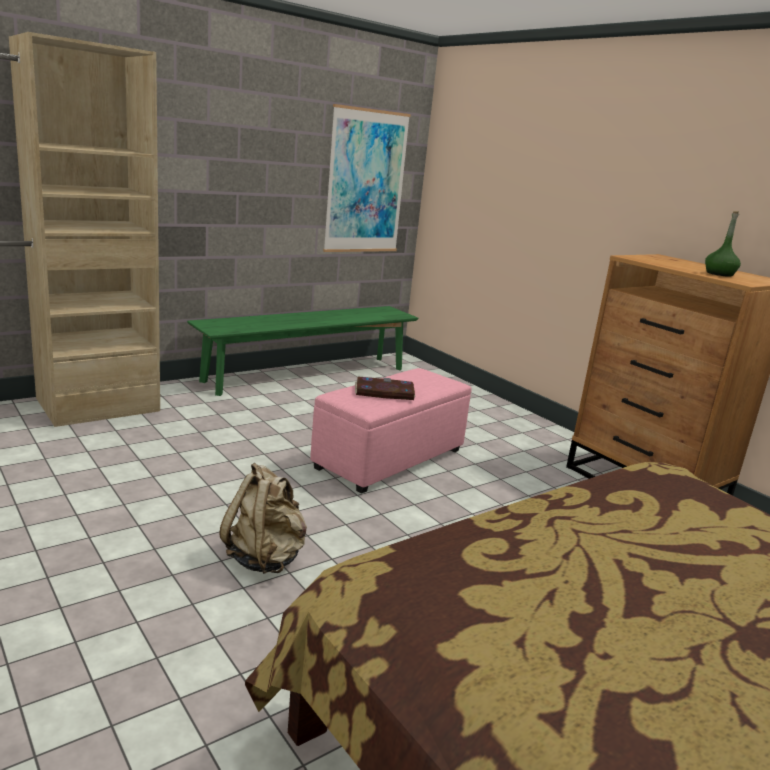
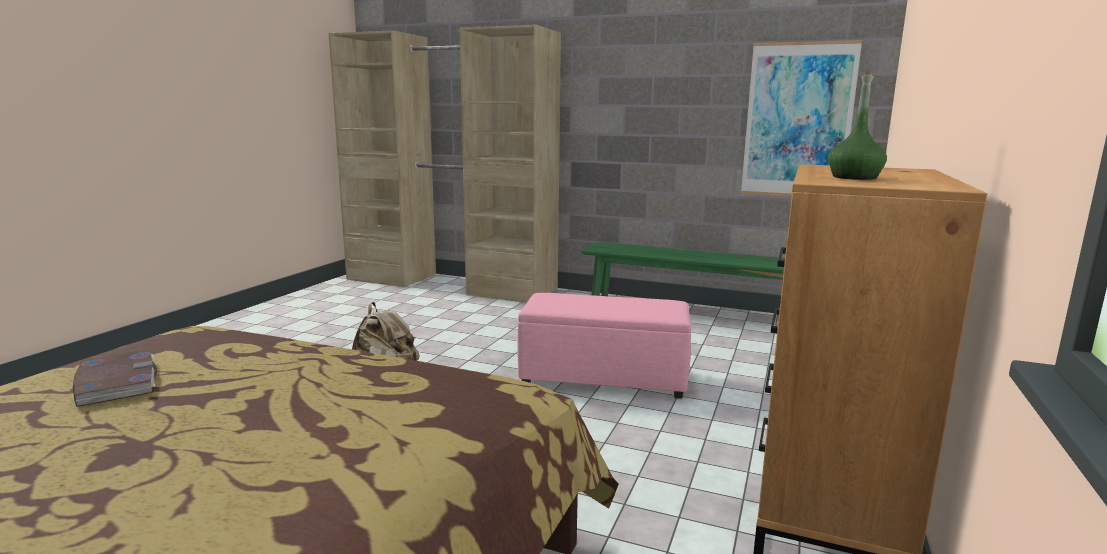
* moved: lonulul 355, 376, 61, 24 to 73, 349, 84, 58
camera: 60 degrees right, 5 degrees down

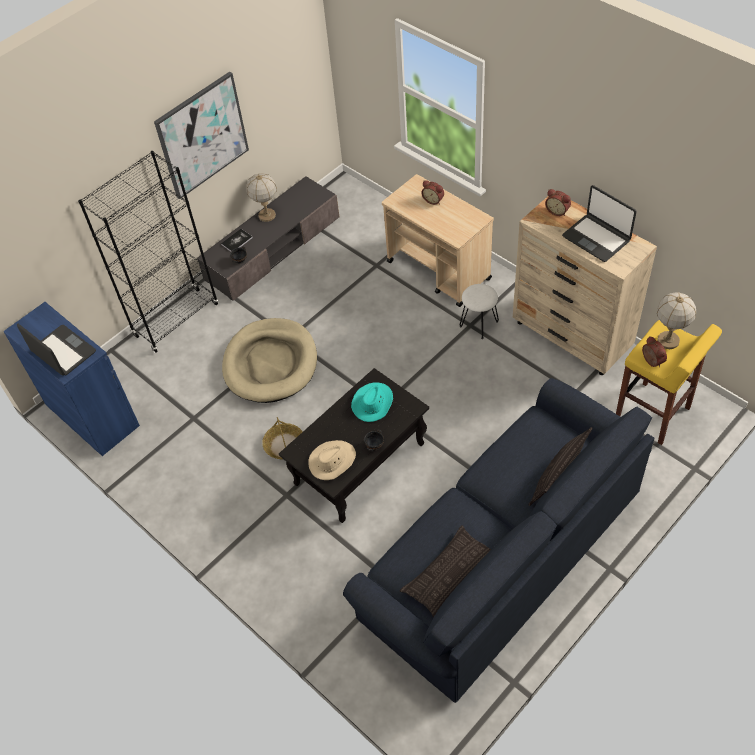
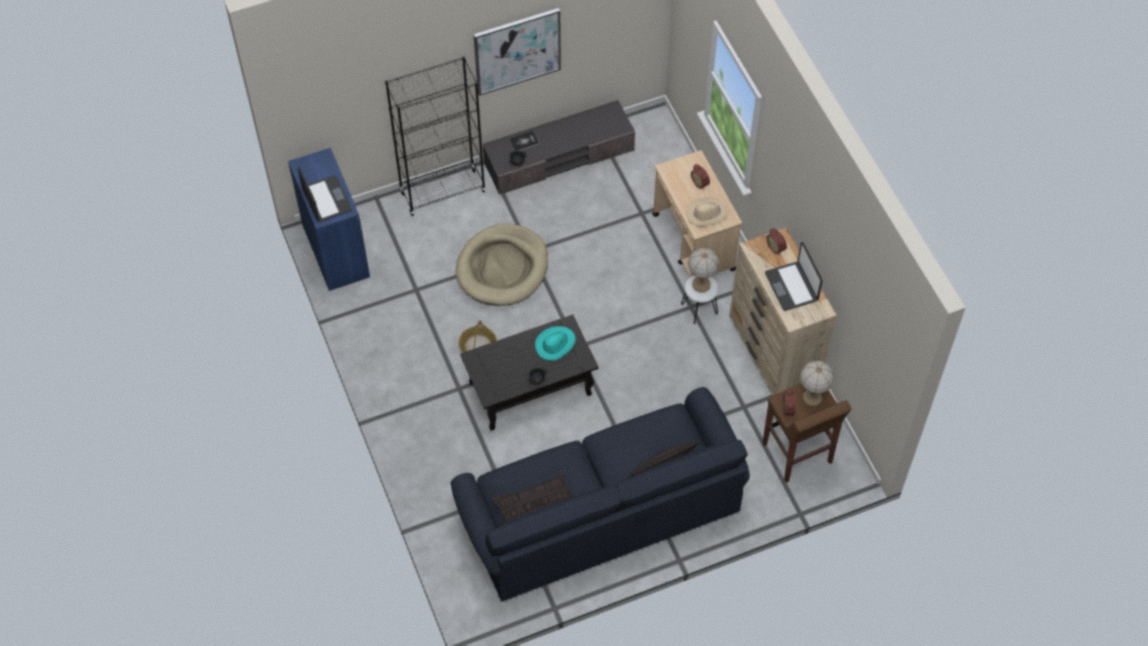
* moved: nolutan 246, 173, 31, 49 to 688, 248, 31, 44
* moved: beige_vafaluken 308, 440, 48, 40 to 687, 197, 41, 30
* recoloured: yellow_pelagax 616, 320, 106, 125 to brown_pelagax 762, 383, 89, 100
camera: 20 degrees right, 5 degrees up

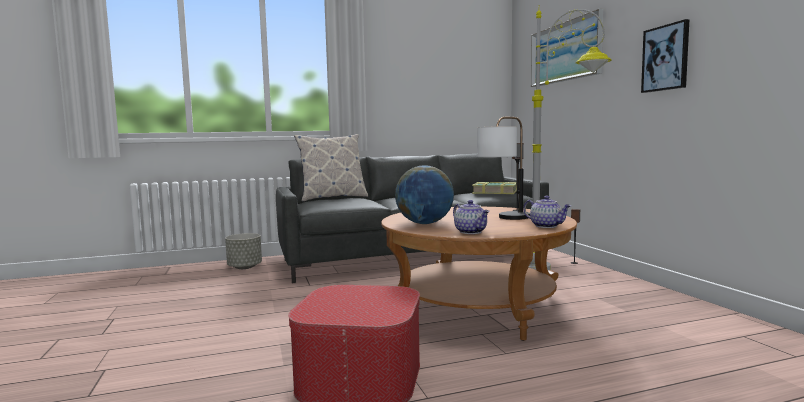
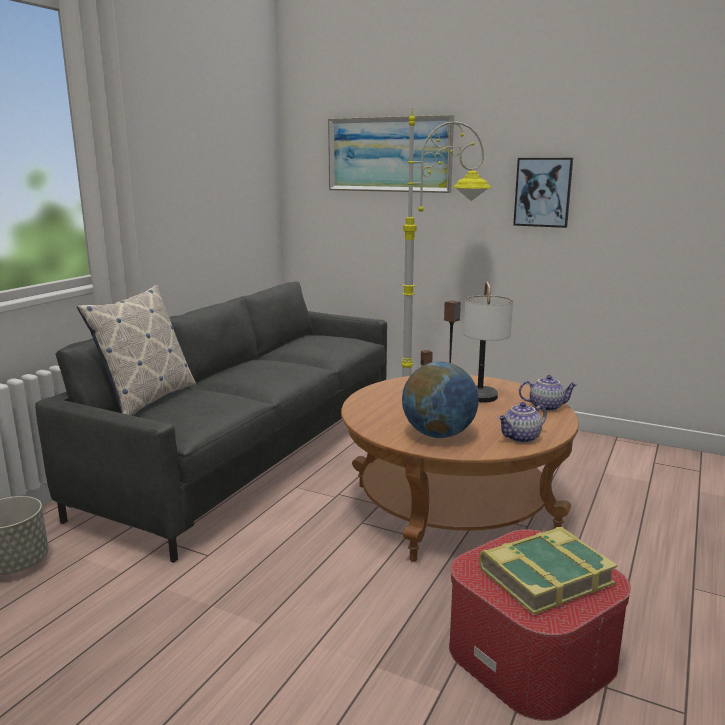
* moved: lonulul 472, 182, 45, 12 to 479, 527, 138, 88
* turned: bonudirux 453, 200, 37, 34 = 498, 402, 49, 41 135 degrees clockwise
camera: 45 degrees left, 10 degrees up

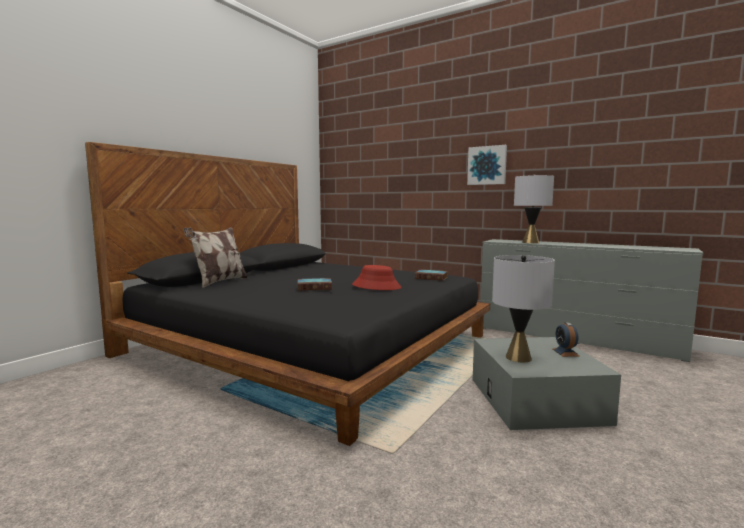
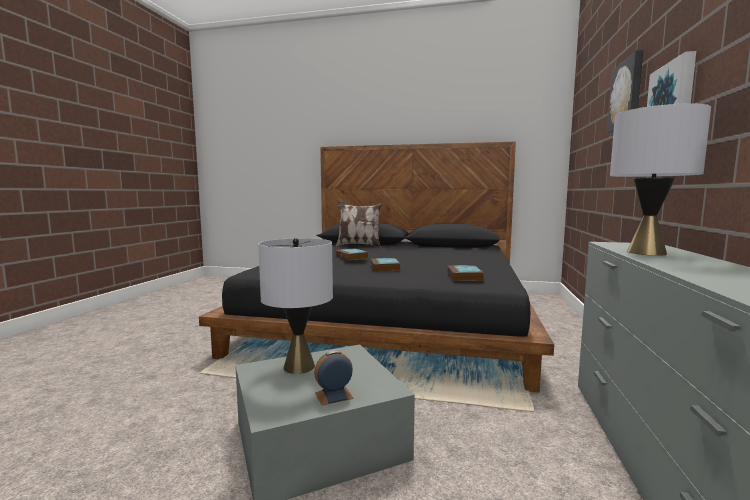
* added: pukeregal 607, 50, 36, 83
* replaced: red_vafaluken 352, 265, 50, 25 to lonulul 371, 258, 30, 14
camera: 70 degrees right, 0 degrees up

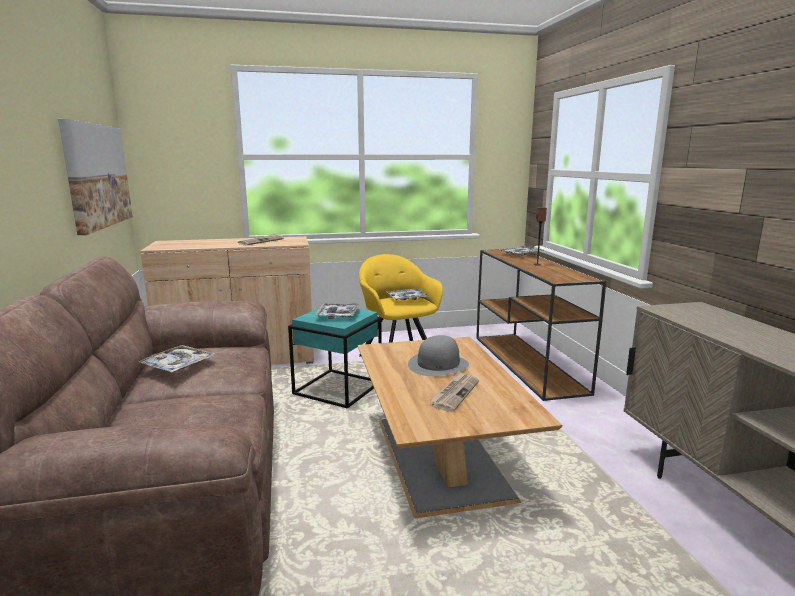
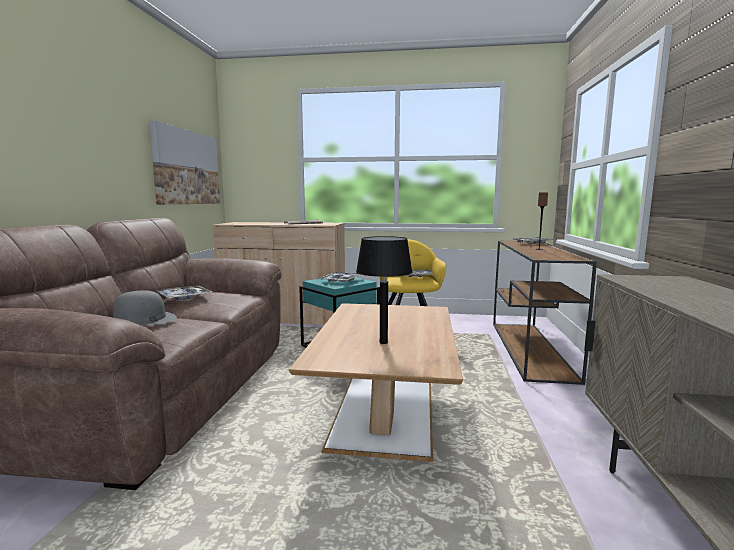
* moved: grey_vafaluken 408, 335, 61, 41 to 113, 291, 64, 35
* replaced: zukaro 429, 371, 50, 41 to black_nolutan 356, 236, 57, 108
camera: 20 degrees right, 5 degrees down

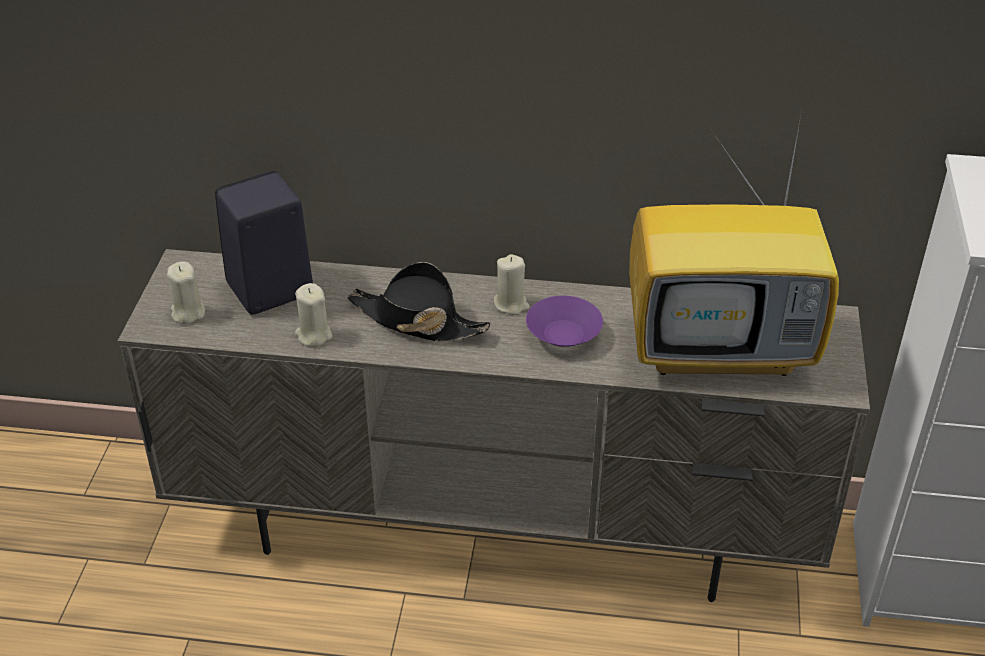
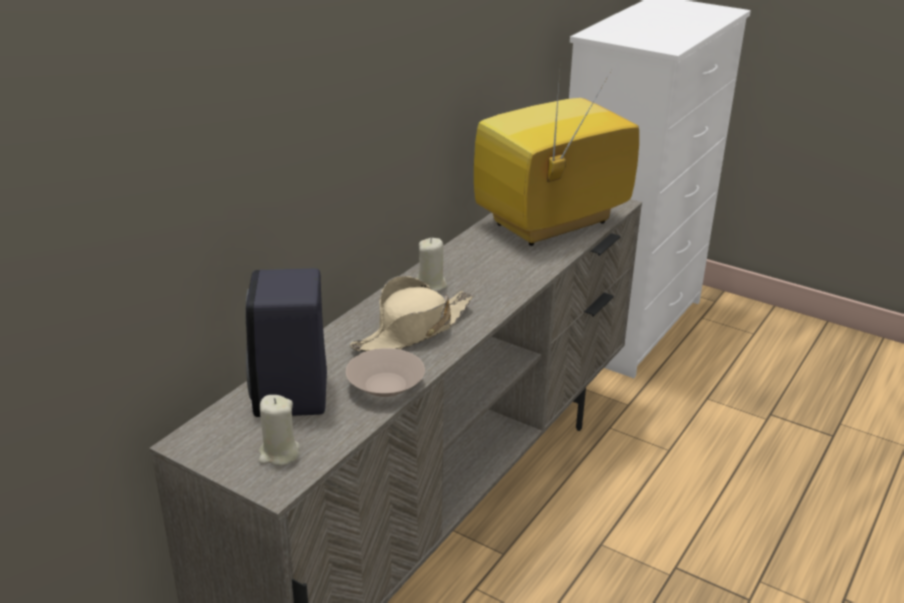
* removed: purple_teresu 526, 296, 77, 51
* replaced: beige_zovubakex 295, 283, 38, 64 to beige_teresu 346, 348, 79, 49
* recoloured: black_vafaluken 348, 262, 143, 80 to beige_vafaluken 350, 276, 123, 76
* turned: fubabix 629, 110, 210, 266 = 474, 60, 165, 186 150 degrees counterclockwise
camera: 65 degrees left, 10 degrees down

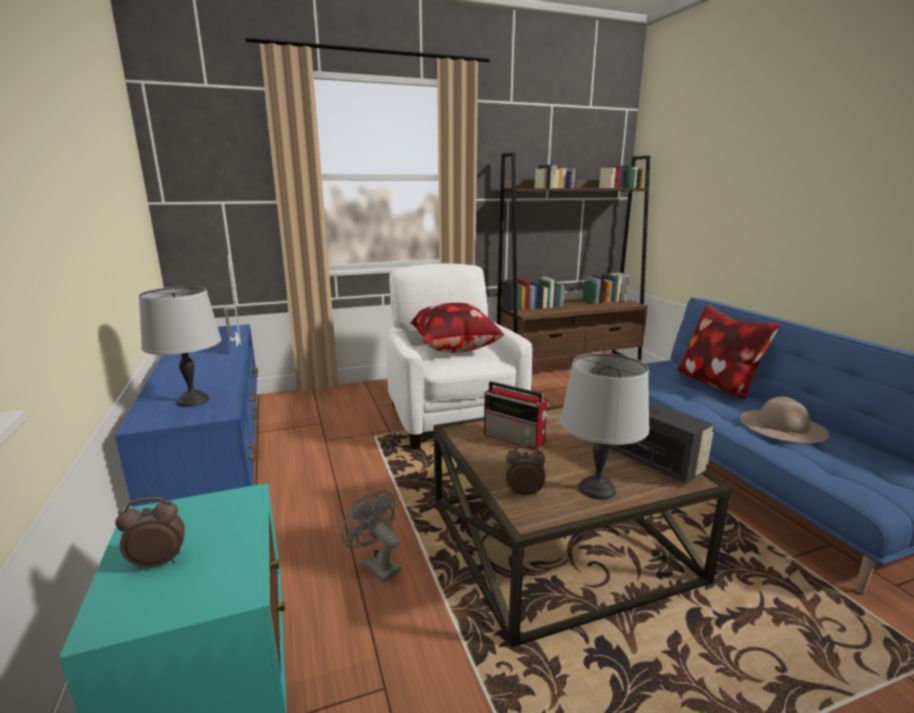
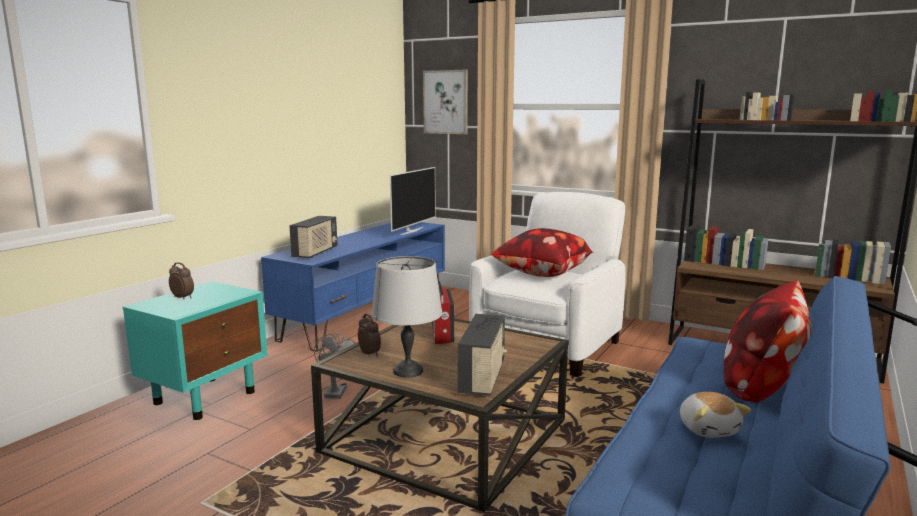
* added: pukeregal 423, 70, 45, 64
* replaced: grey_nolutan 139, 286, 82, 121 to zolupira 289, 216, 48, 42
* replaced: beige_vafaluken 740, 397, 89, 47 to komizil 680, 392, 71, 46
camera: 50 degrees right, 5 degrees down

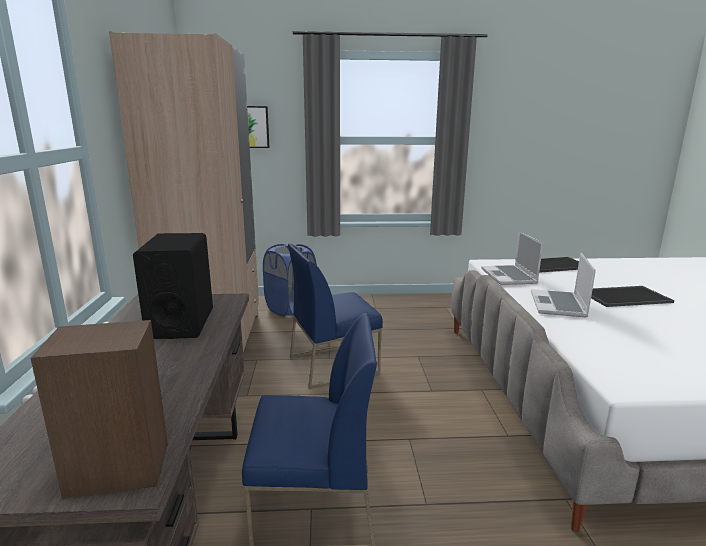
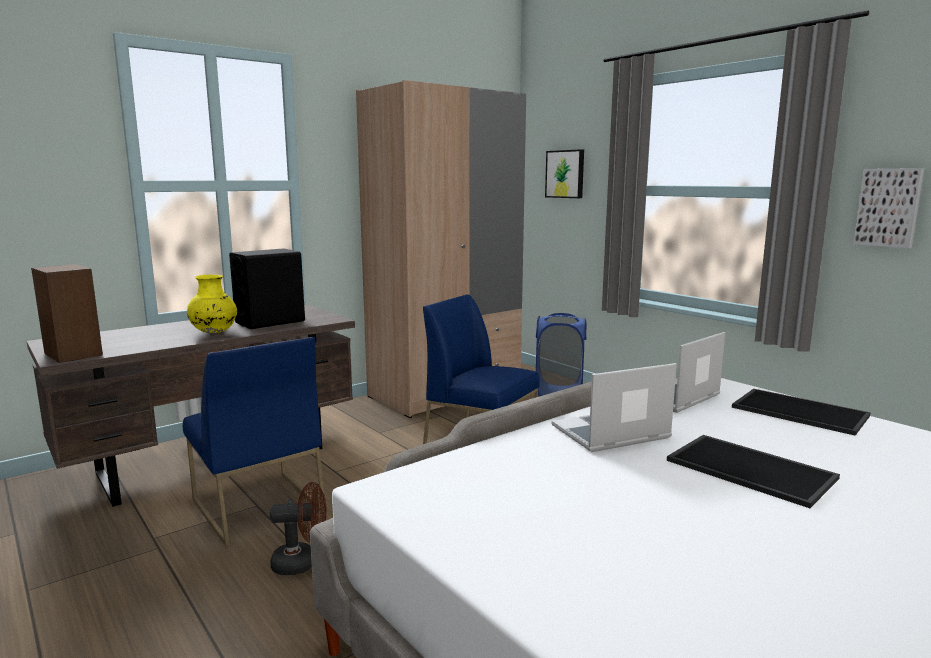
* added: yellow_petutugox 187, 275, 50, 58
* added: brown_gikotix 270, 482, 57, 93
* added: pukeregal 853, 168, 71, 80
camera: 55 degrees right, 5 degrees down

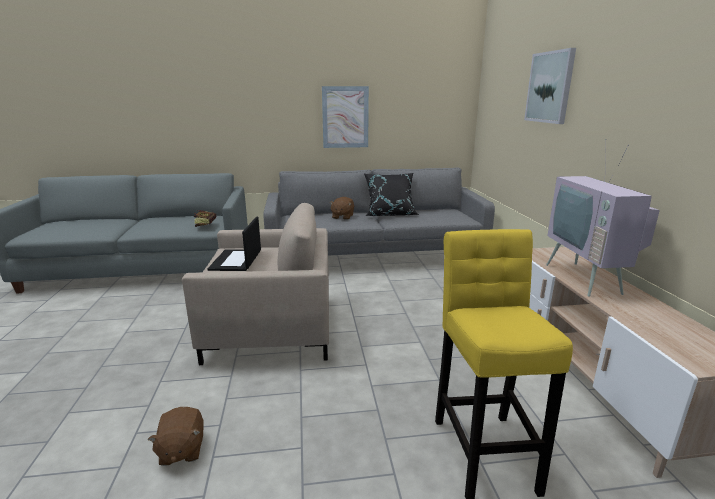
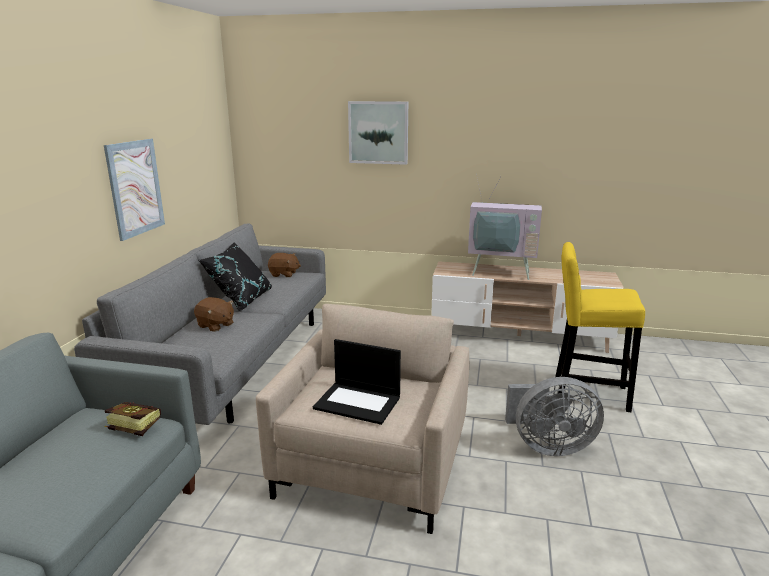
* added: grey_gikotix 505, 377, 99, 79
* moved: brown_komizil 148, 407, 55, 59 to 268, 253, 33, 24
camera: 70 degrees left, 0 degrees up

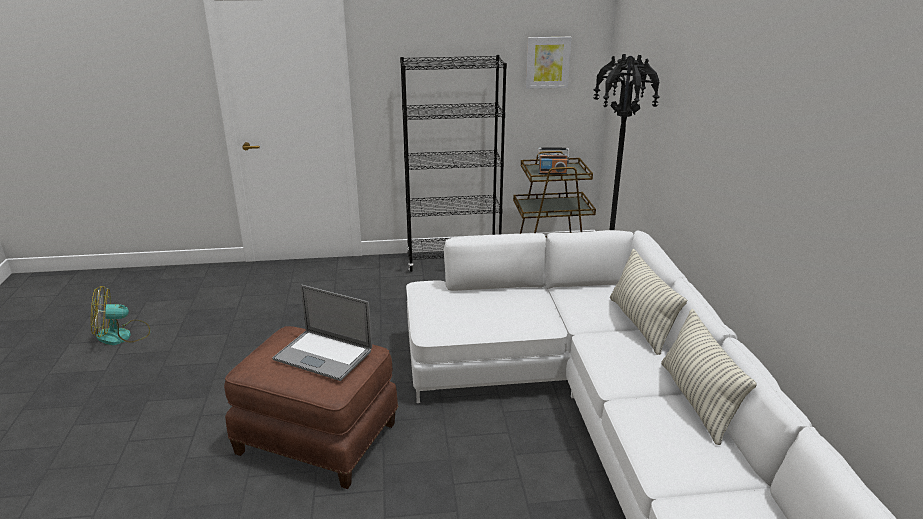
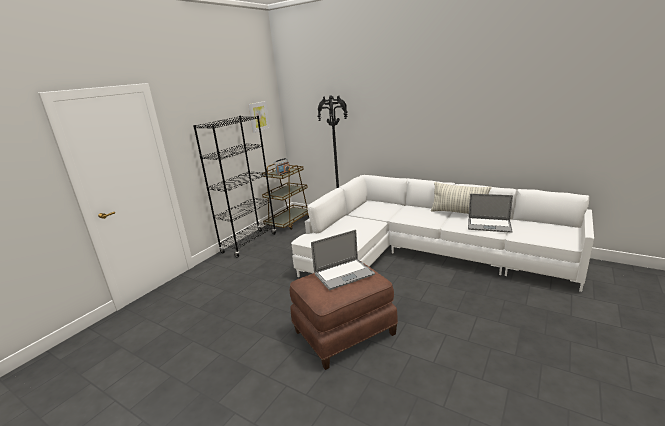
* removed: gikotix 91, 286, 59, 59
* removed: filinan 610, 249, 77, 106
* added: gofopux 468, 193, 45, 40
camera: 50 degrees left, 5 degrees down

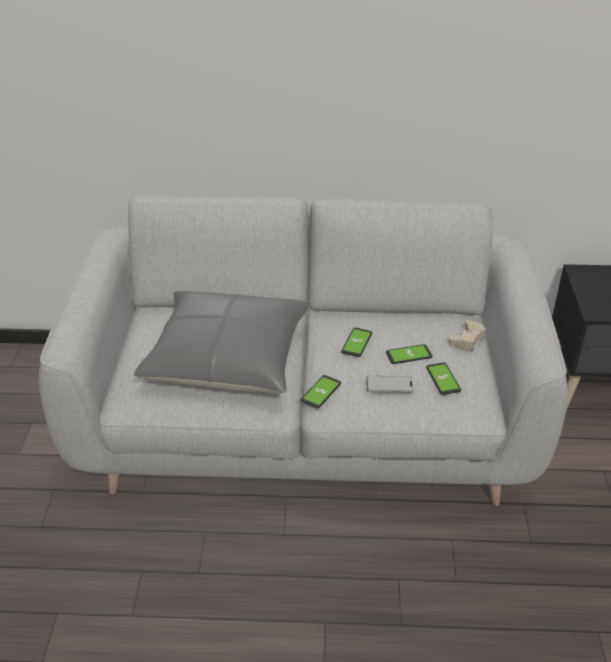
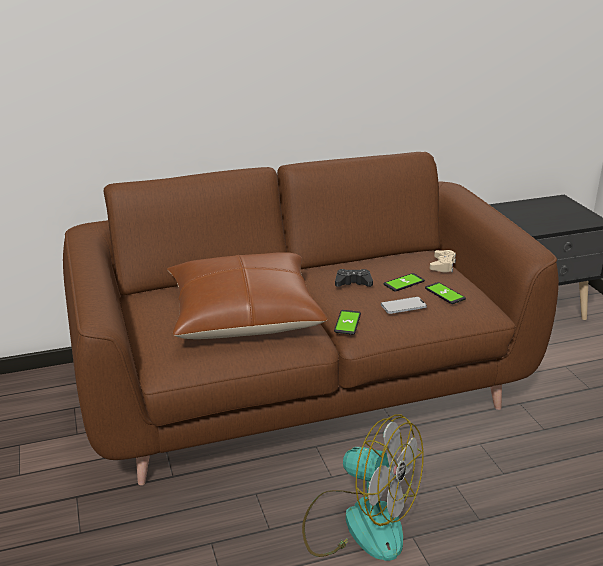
* added: gikotix 302, 414, 122, 147
* replaced: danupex 341, 328, 31, 29 to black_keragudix 335, 269, 38, 18
* recoloured: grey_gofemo 39, 196, 529, 310 to brown_gofemo 63, 152, 496, 333
* recoloured: grey_filinan 134, 291, 176, 103 to brown_filinan 167, 252, 161, 87
camera: 20 degrees left, 10 degrees down

